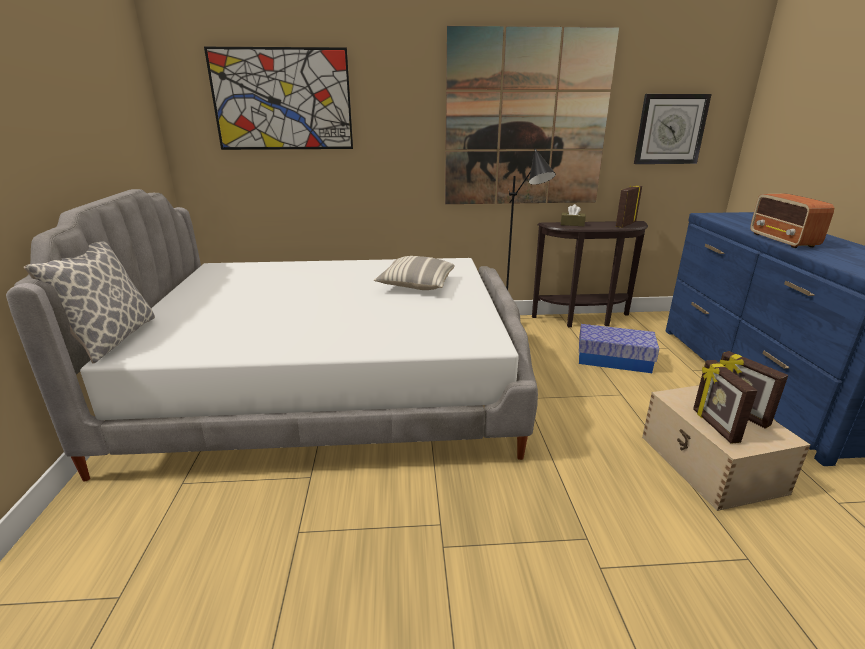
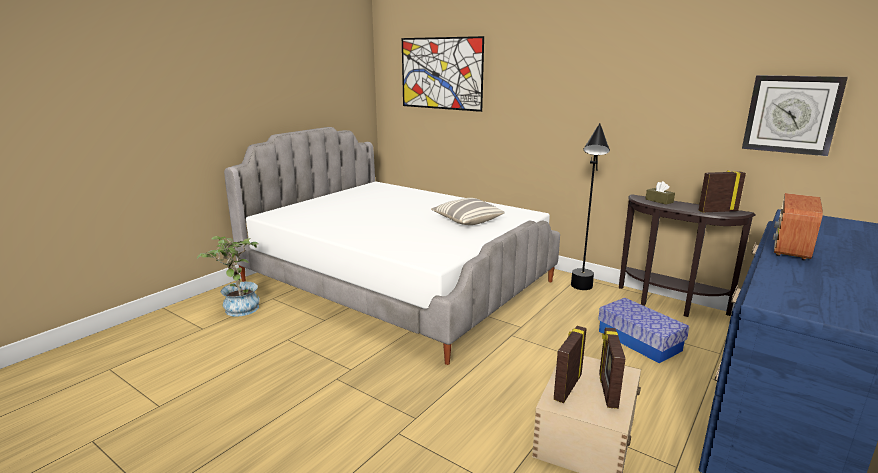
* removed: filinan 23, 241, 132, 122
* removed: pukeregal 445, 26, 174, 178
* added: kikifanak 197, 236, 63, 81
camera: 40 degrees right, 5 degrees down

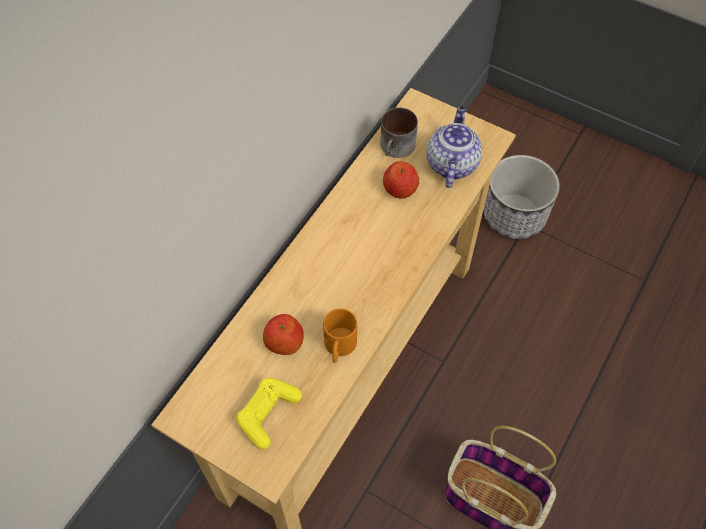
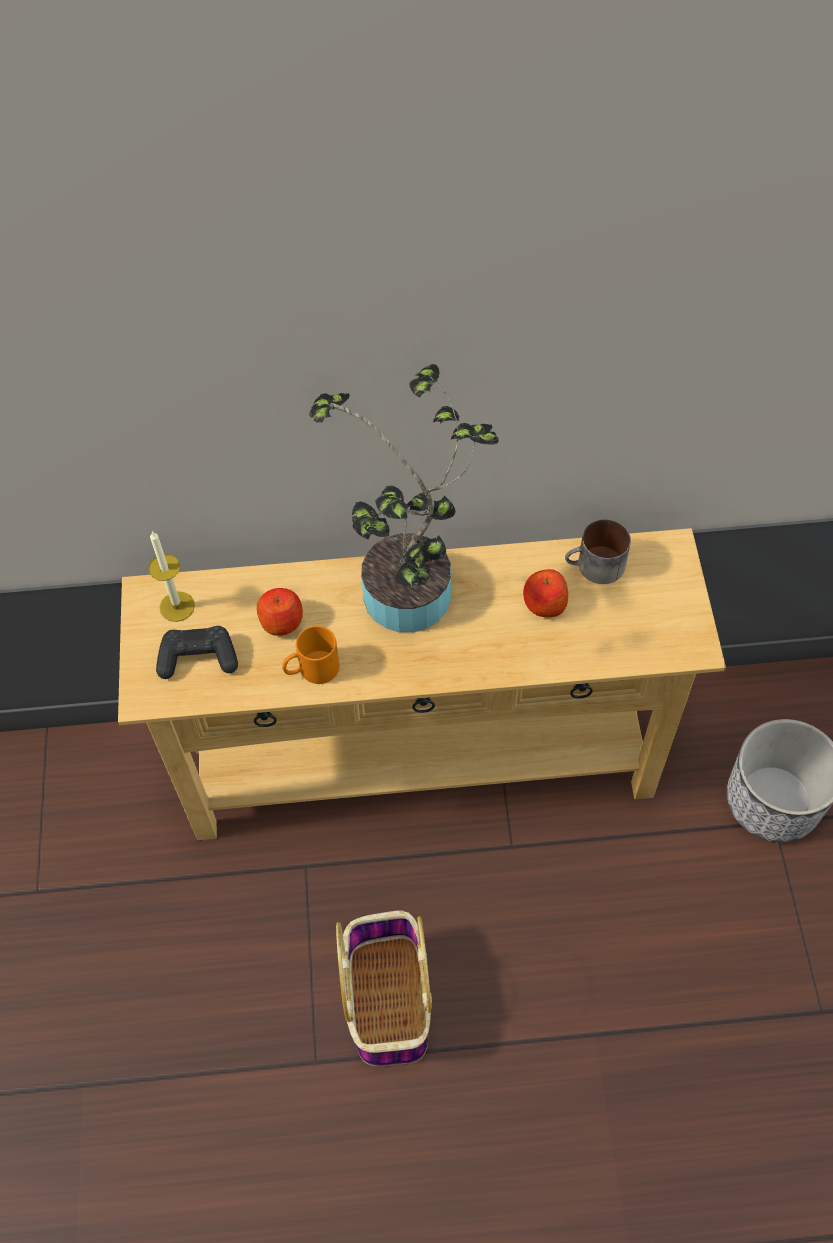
* removed: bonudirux 426, 105, 57, 83
* added: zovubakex 148, 531, 47, 91
* added: kikifanak 309, 364, 190, 268
* recoloured: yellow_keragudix 236, 378, 66, 71 to black_keragudix 156, 626, 82, 53
camera: 55 degrees right, 0 degrees up

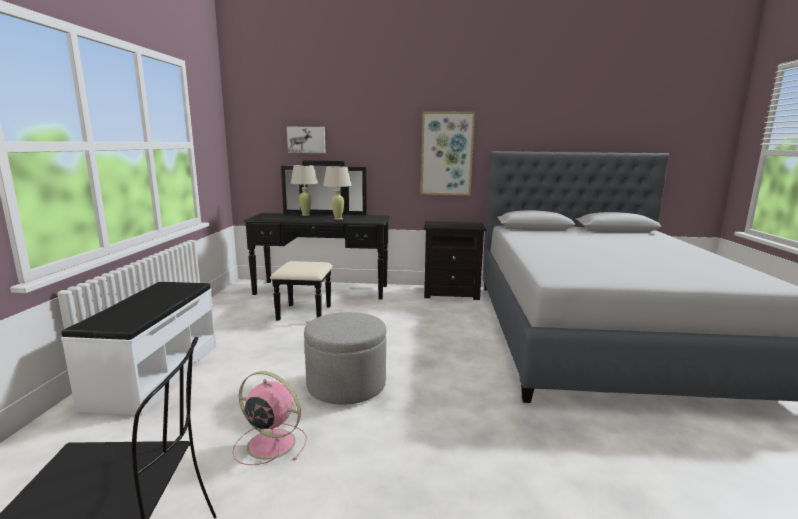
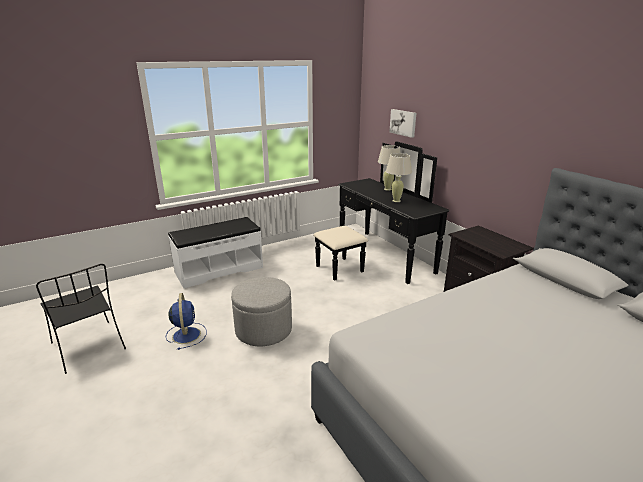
* removed: pukeregal 421, 111, 54, 84
* recoloured: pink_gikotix 232, 371, 75, 94 to blue_gikotix 166, 293, 40, 57
camera: 55 degrees right, 10 degrees up

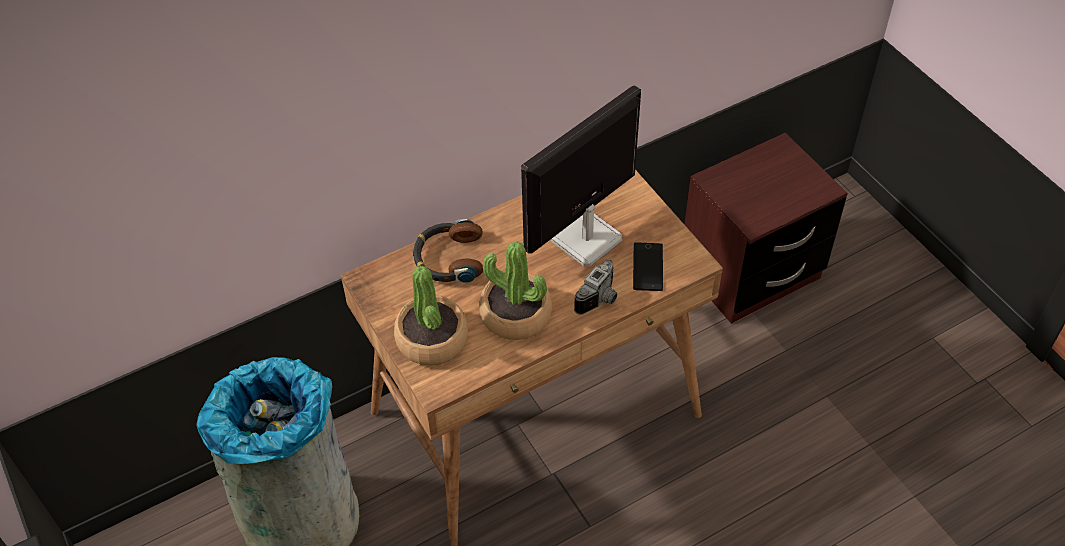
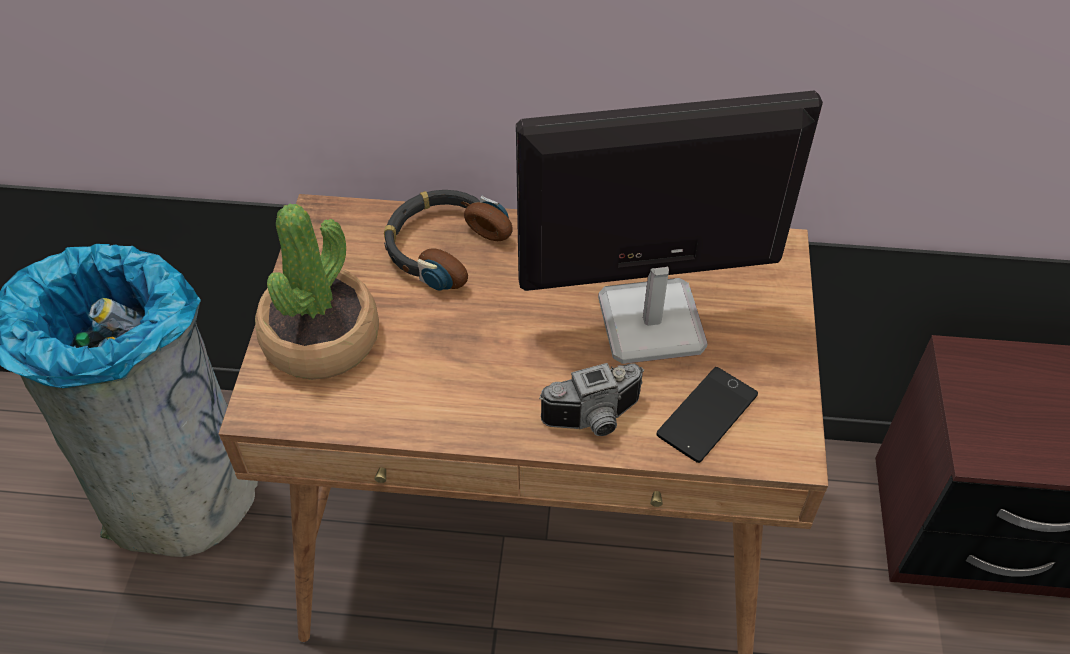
* removed: kikifanak 479, 242, 73, 98
camera: 35 degrees right, 0 degrees up

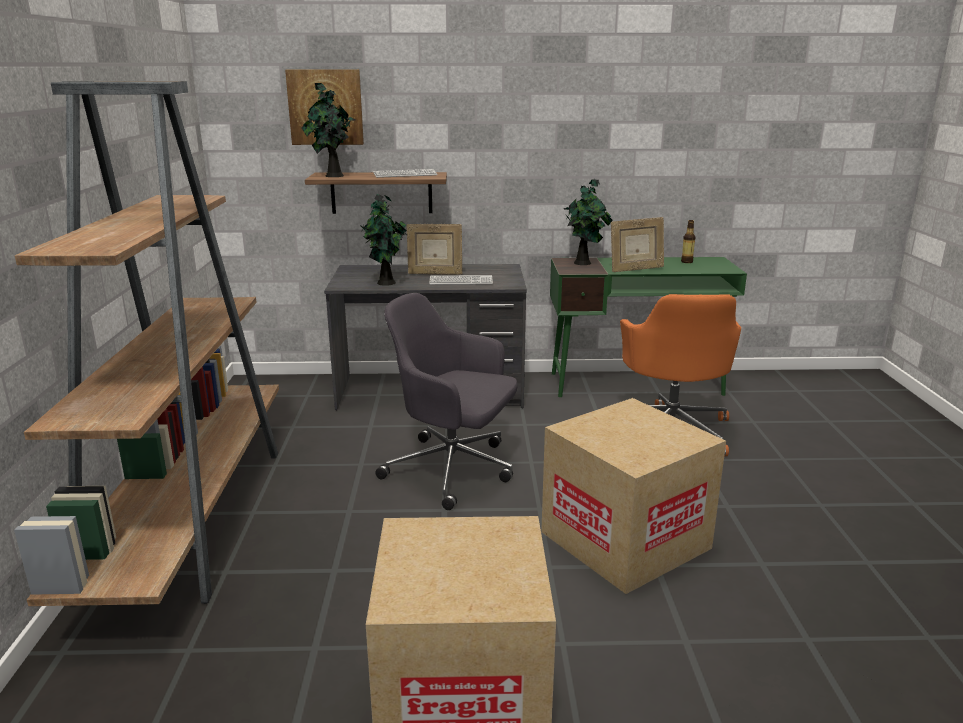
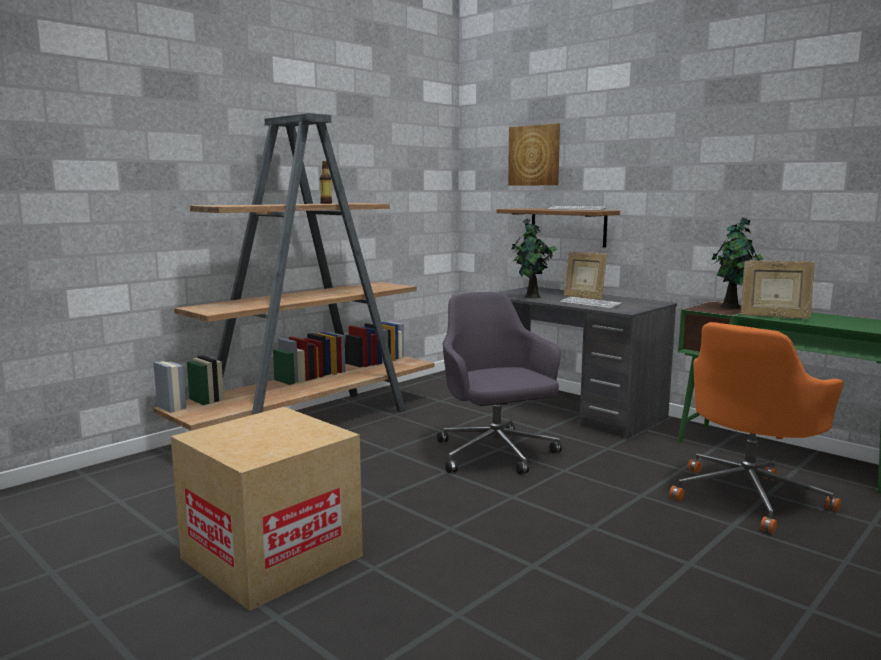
* removed: kikifanak 302, 82, 53, 95
* removed: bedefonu 541, 398, 185, 196
* moved: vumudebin 681, 220, 14, 43 to 320, 161, 12, 43
camera: 45 degrees right, 10 degrees down

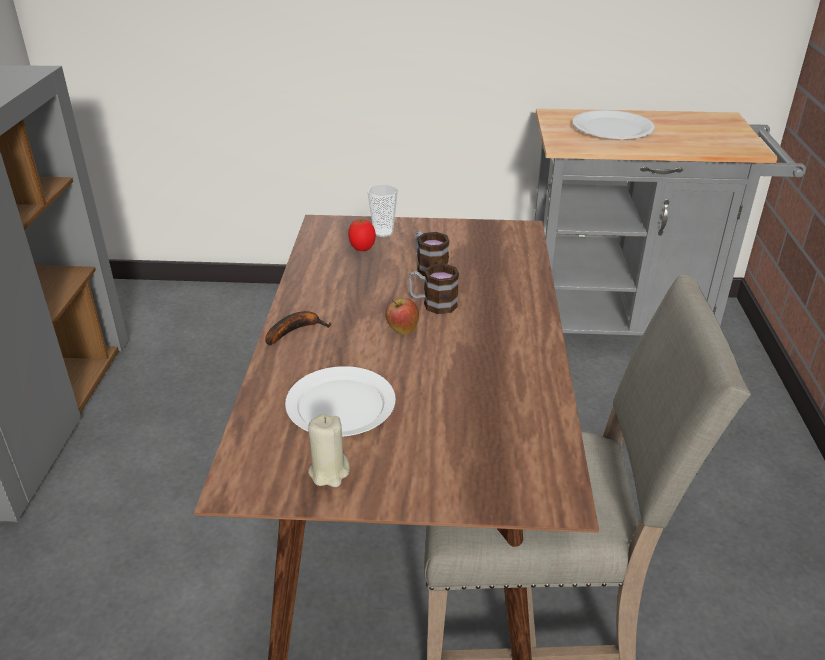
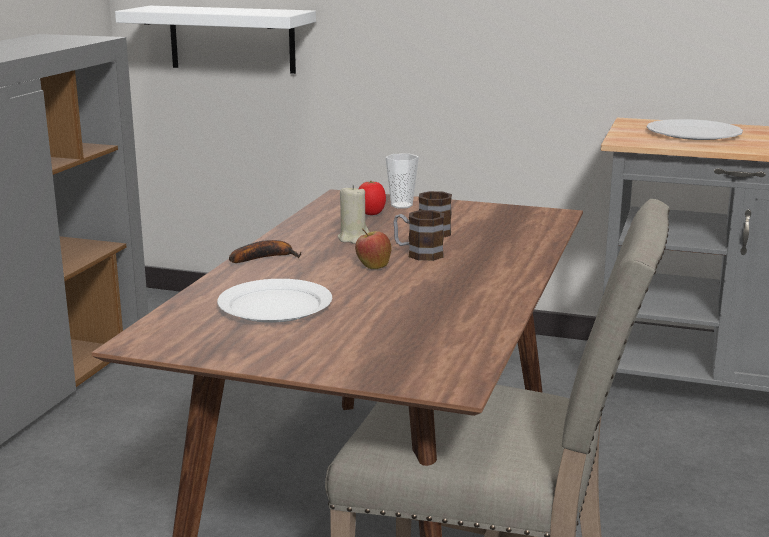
* added: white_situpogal 115, 6, 201, 68
* moved: beige_zovubakex 308, 414, 42, 73 to 338, 185, 31, 59
camera: 15 degrees right, 15 degrees down

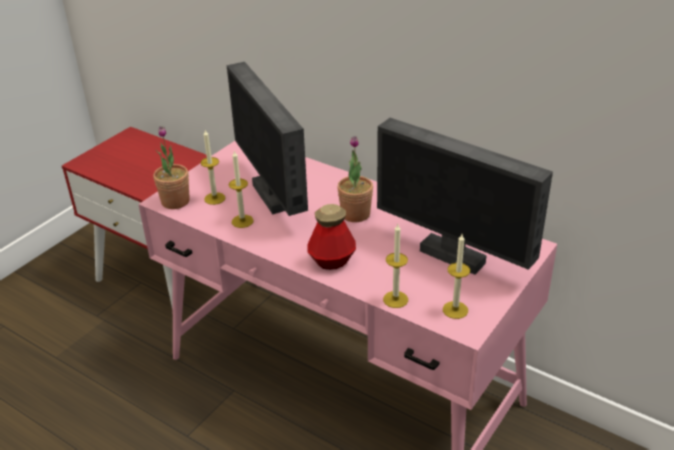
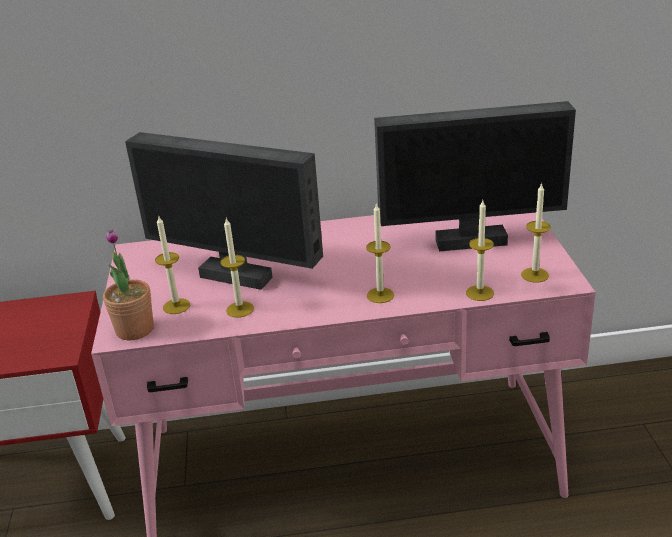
* removed: kikifanak 337, 136, 36, 86
* replaced: vumudebin 308, 204, 48, 66 to zovubakex 366, 203, 28, 100
camera: 40 degrees left, 5 degrees down

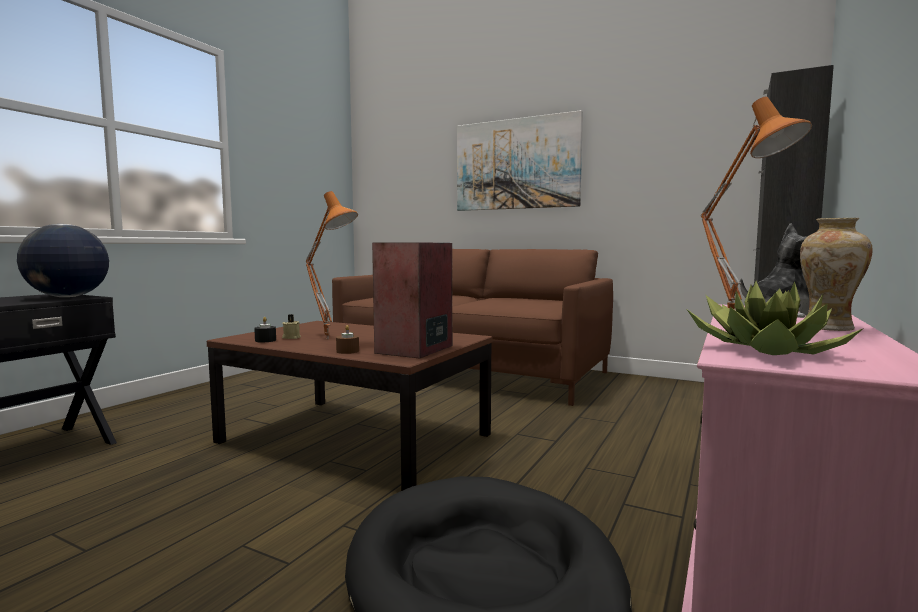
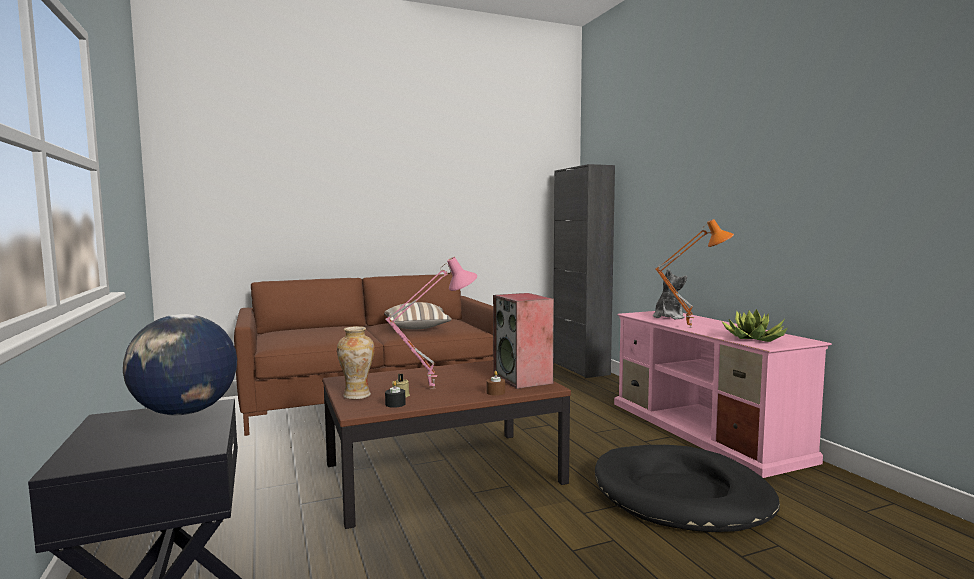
* removed: pukeregal 457, 110, 126, 101
* added: filinan 384, 302, 68, 27
* moved: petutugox 800, 218, 72, 113 to 337, 326, 38, 73
* recoloured: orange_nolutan 306, 191, 52, 149 to pink_nolutan 386, 257, 91, 132
camera: 50 degrees left, 0 degrees up

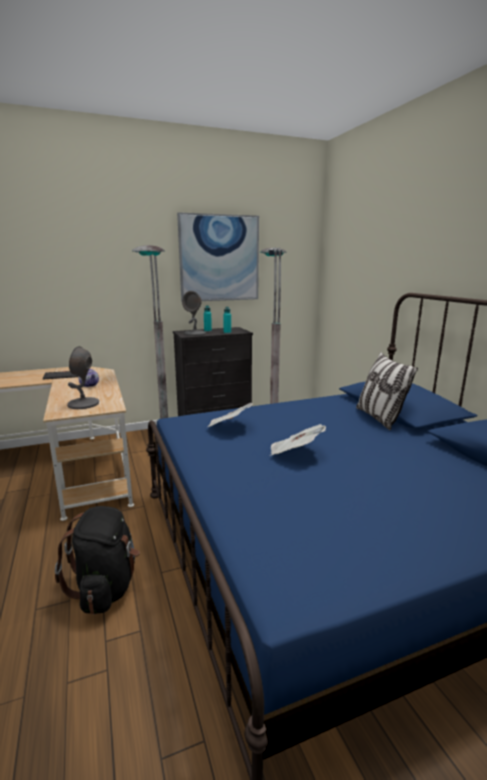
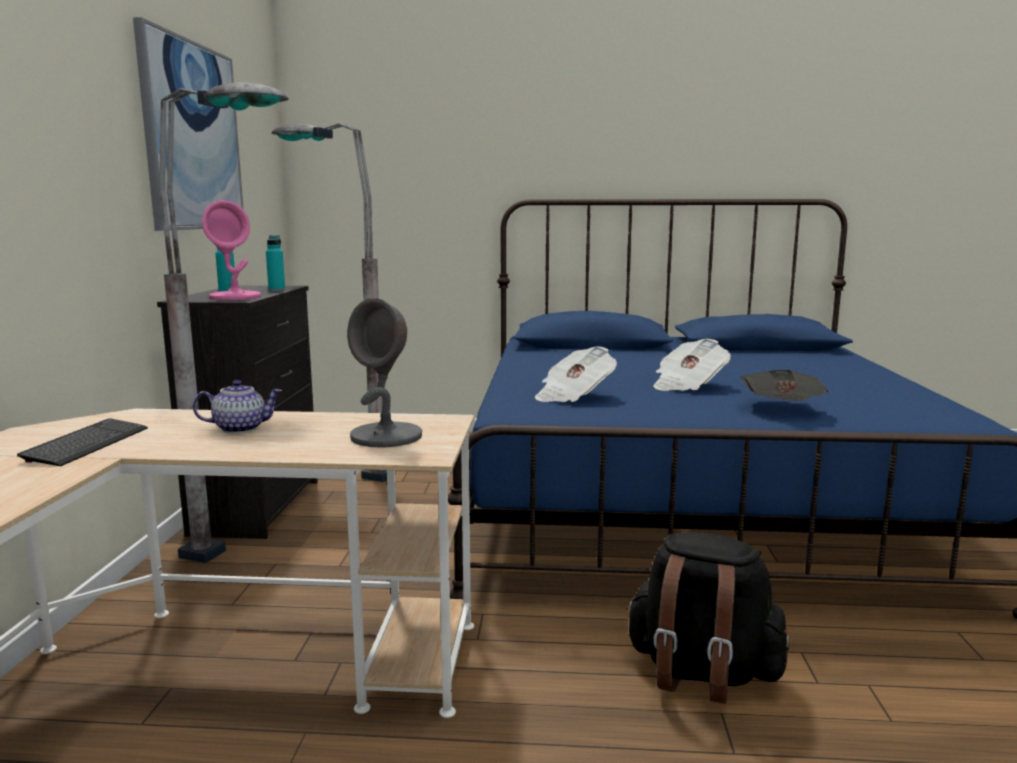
* removed: filinan 356, 352, 62, 78
* added: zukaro 740, 370, 89, 31
* recoloured: grey_nolutan 182, 291, 24, 45 to pink_nolutan 202, 200, 59, 100
camera: 65 degrees left, 5 degrees down

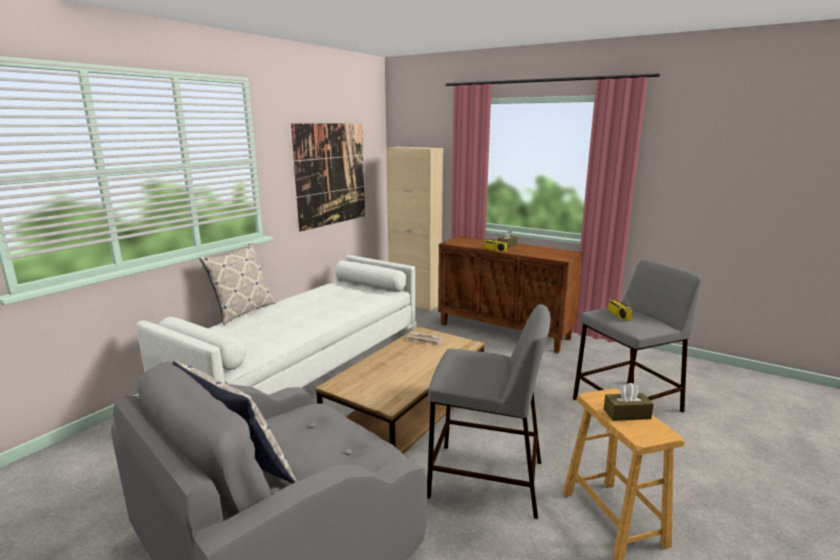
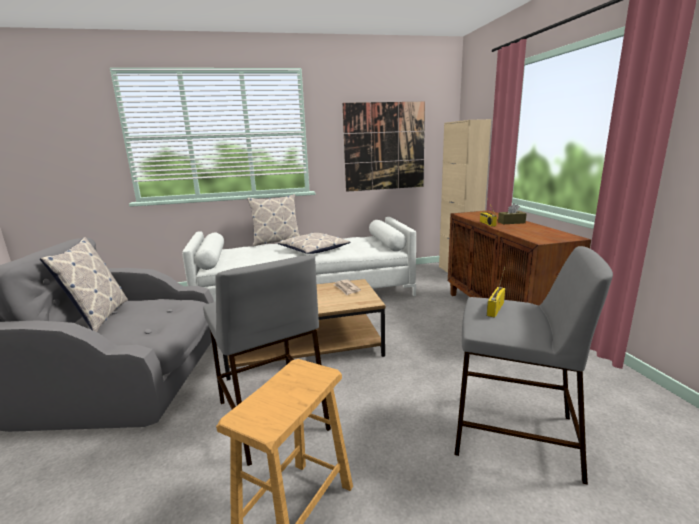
* removed: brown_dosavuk 604, 383, 50, 38
* added: filinan 278, 233, 72, 21
camera: 45 degrees right, 0 degrees up

